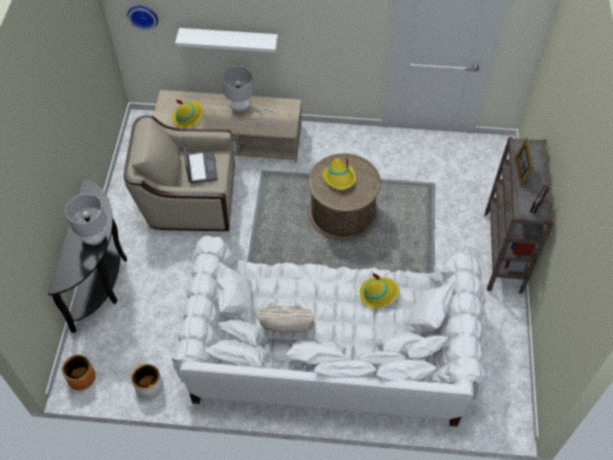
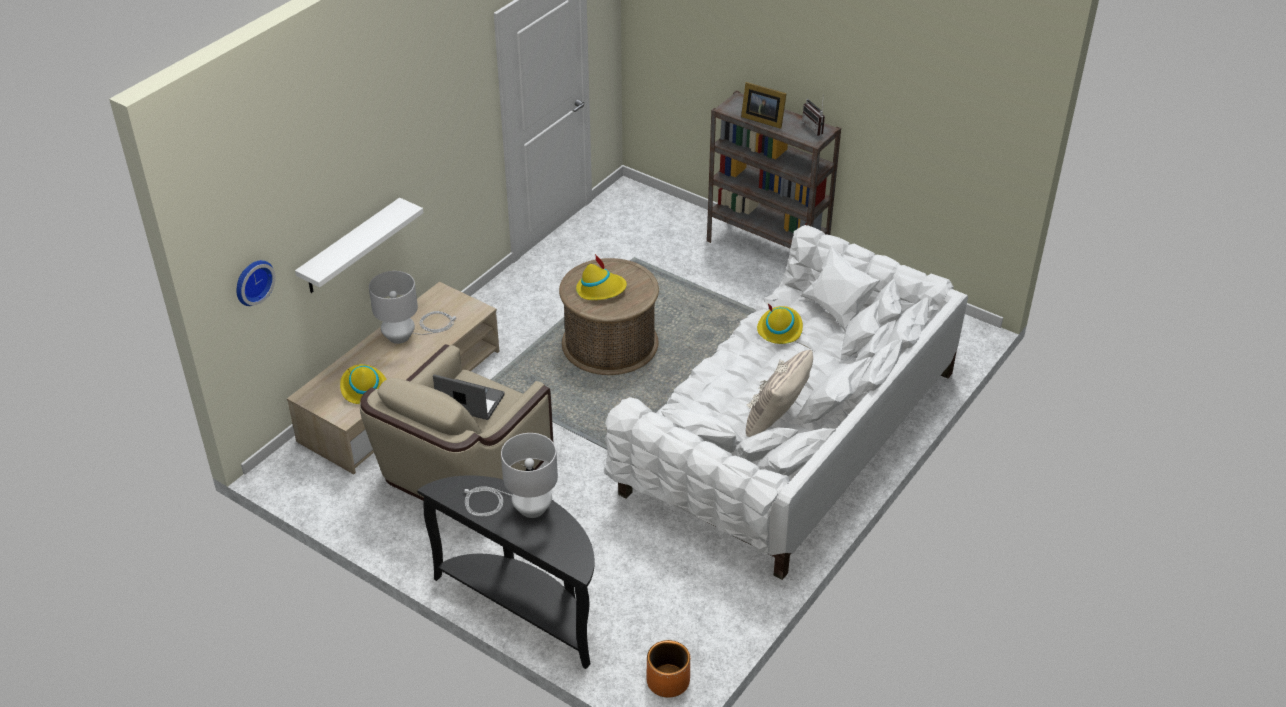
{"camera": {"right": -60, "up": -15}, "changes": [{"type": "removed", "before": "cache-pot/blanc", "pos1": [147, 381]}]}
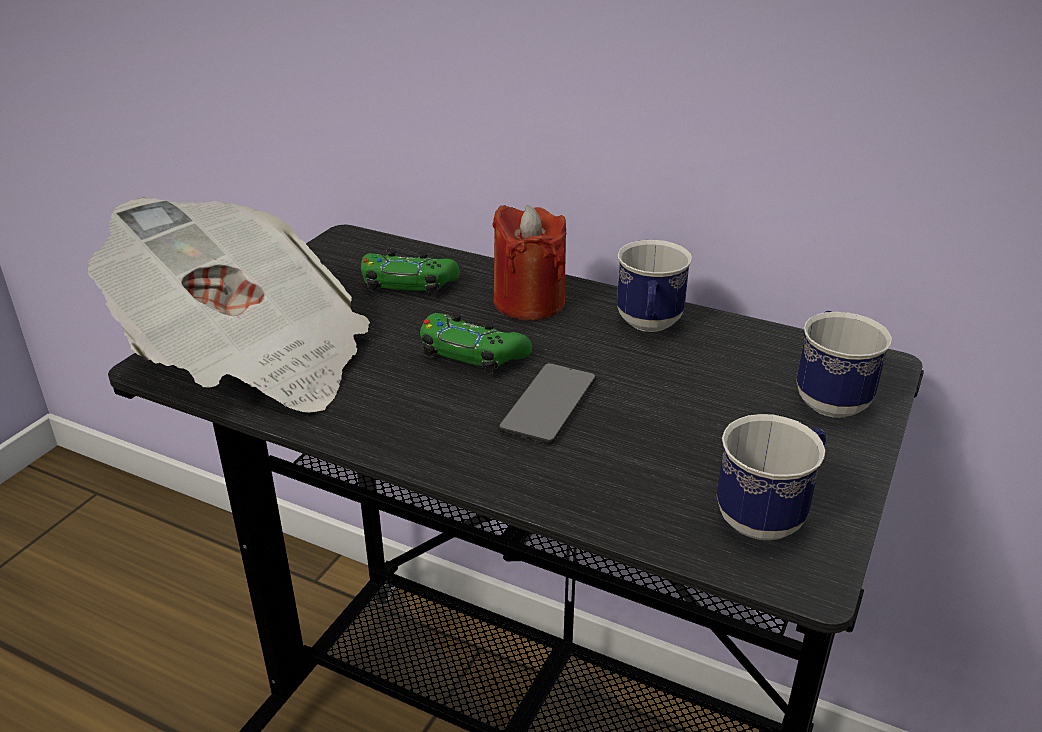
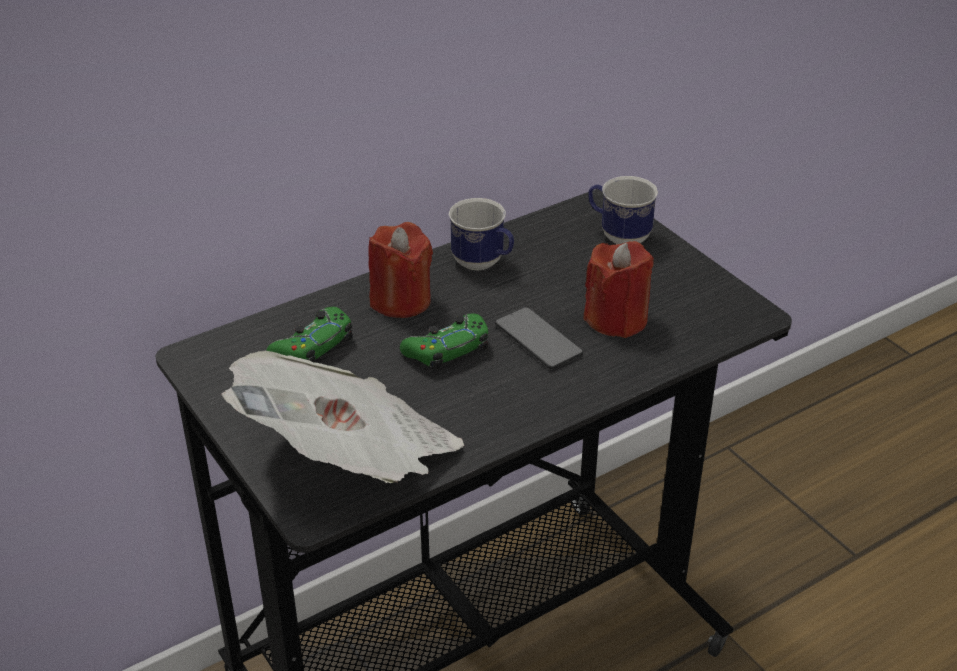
{"camera": {"right": -60, "up": 5}, "changes": [{"type": "added", "after": "bougie/rouge", "pos2": [618, 289]}, {"type": "removed", "before": "mug", "pos1": [771, 477]}]}
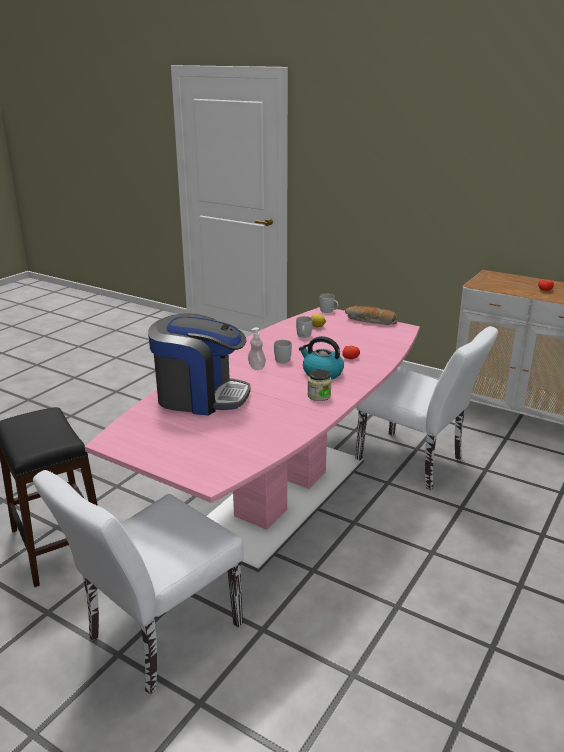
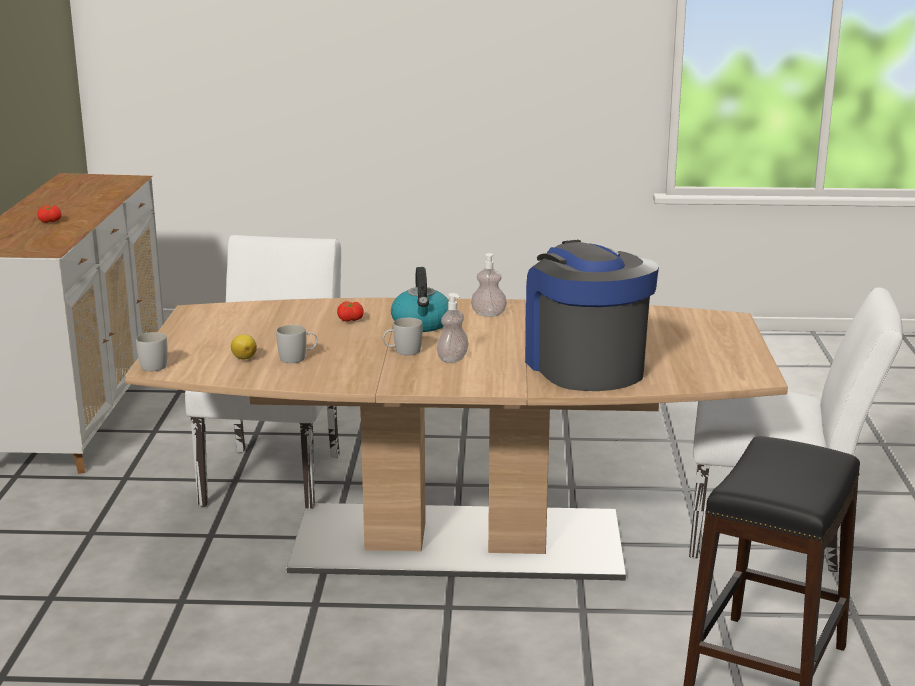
{"camera": {"right": -120, "up": -5}, "changes": [{"type": "recoloured", "before": "table à manger/rose", "after": "table à manger/marron", "pos1": [252, 439], "pos2": [456, 439]}, {"type": "replaced", "before": "bocal", "after": "distributeur de savon", "pos1": [319, 385], "pos2": [489, 285]}, {"type": "removed", "before": "pain", "pos1": [371, 315]}]}
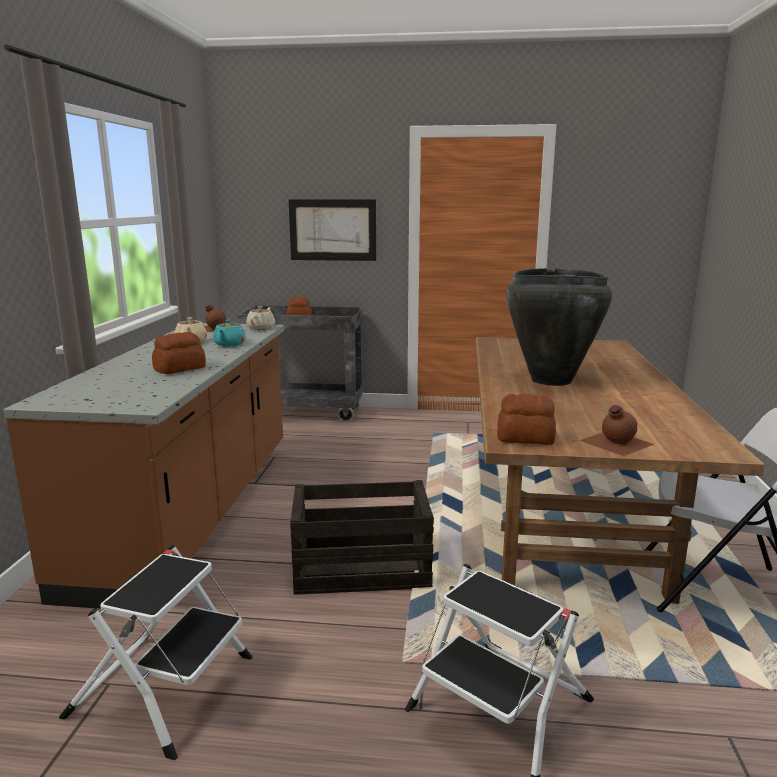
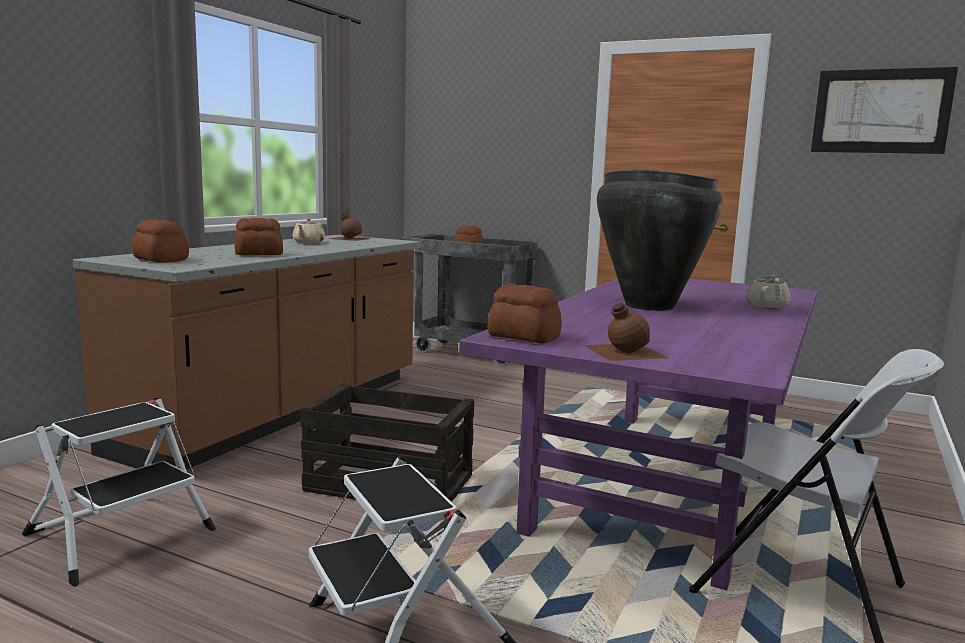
{"camera": {"right": 20, "up": -5}, "changes": [{"type": "added", "after": "pain", "pos2": [160, 241]}, {"type": "recoloured", "before": "table à manger/marron", "after": "table à manger/violet", "pos1": [620, 470], "pos2": [638, 434]}, {"type": "moved", "before": "théière/beige", "pos1": [260, 318], "pos2": [768, 292]}, {"type": "moved", "before": "tableau", "pos1": [332, 230], "pos2": [884, 110]}, {"type": "removed", "before": "théière/turquoise", "pos1": [229, 333]}]}
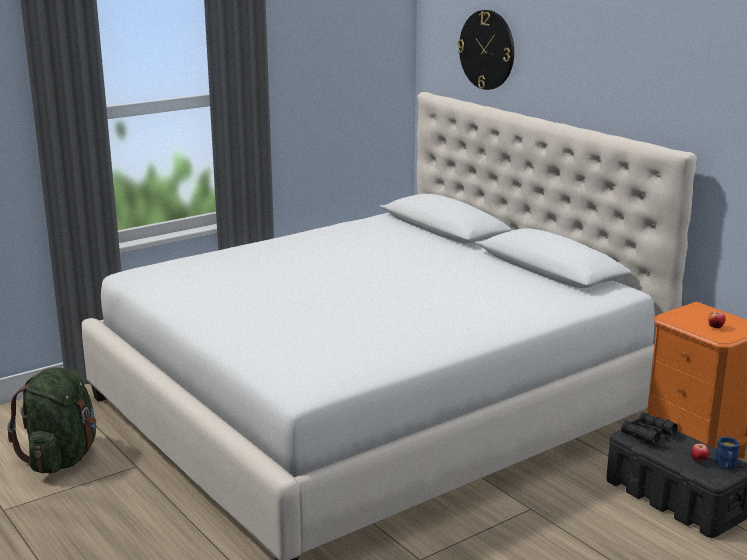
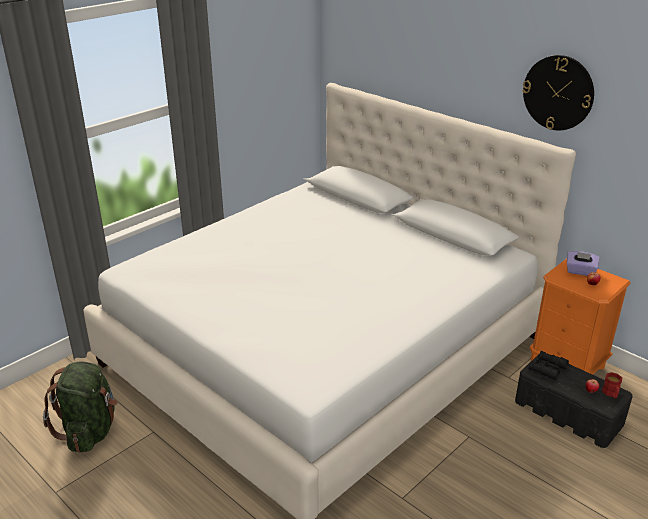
{"camera": {"right": -10, "up": 10}, "changes": [{"type": "moved", "before": "horloge murale", "pos1": [485, 50], "pos2": [558, 92]}, {"type": "added", "after": "boîte à mouchoirs/violet", "pos2": [583, 263]}, {"type": "recoloured", "before": "mug/bleu", "after": "mug/rouge", "pos1": [727, 453], "pos2": [612, 385]}]}
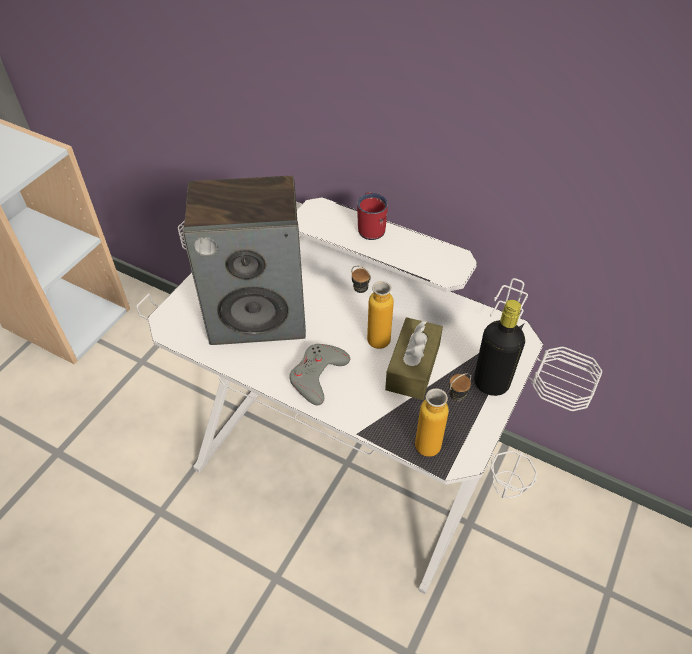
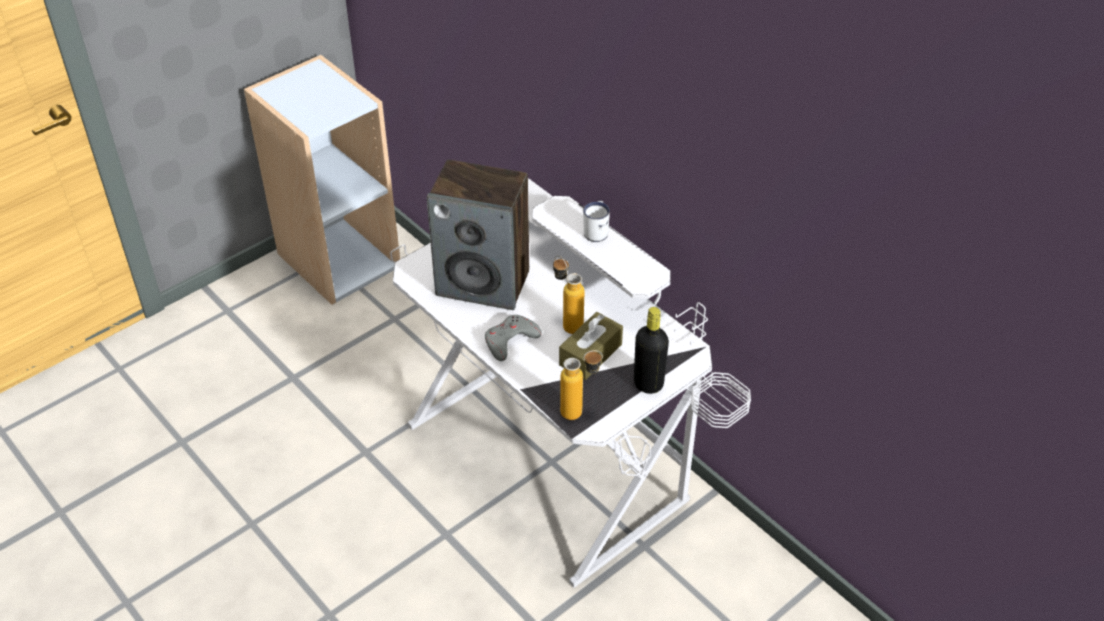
{"camera": {"right": 20, "up": -5}, "changes": [{"type": "recoloured", "before": "mug/rouge", "after": "mug/blanc", "pos1": [372, 216], "pos2": [596, 221]}]}
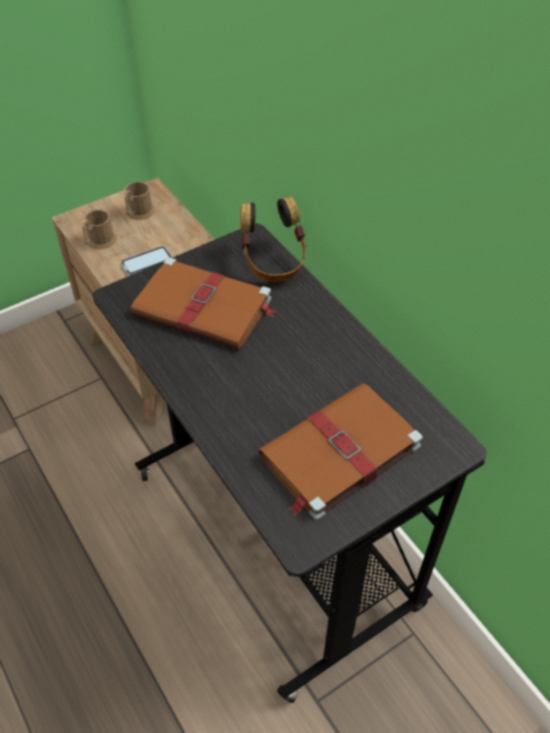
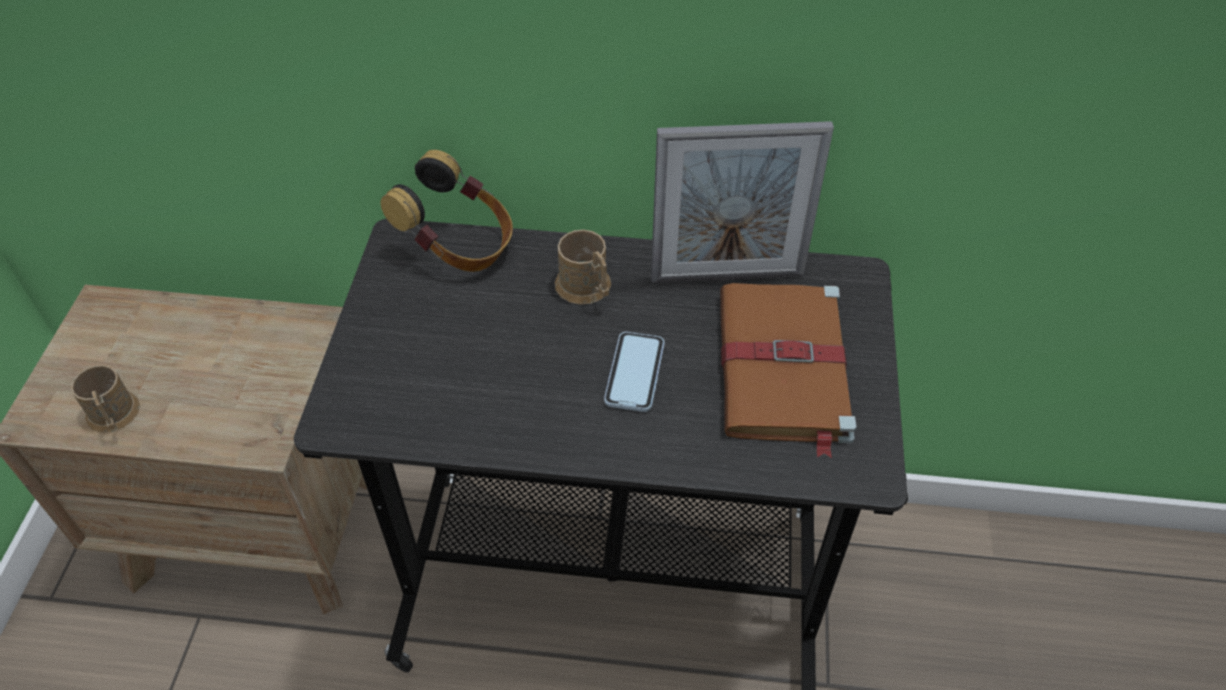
{"camera": {"right": -50, "up": 0}, "changes": [{"type": "moved", "before": "mug/marron", "pos1": [140, 201], "pos2": [583, 267]}, {"type": "moved", "before": "téléphone", "pos1": [146, 261], "pos2": [634, 372]}, {"type": "added", "after": "cadre photo", "pos2": [742, 202]}, {"type": "removed", "before": "livre/marron", "pos1": [203, 303]}]}
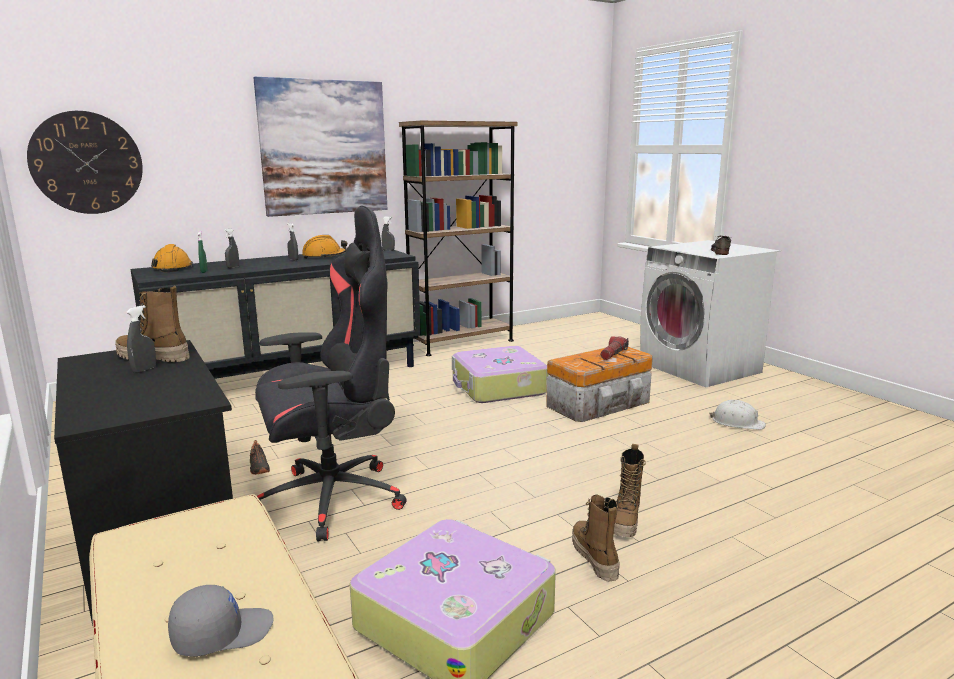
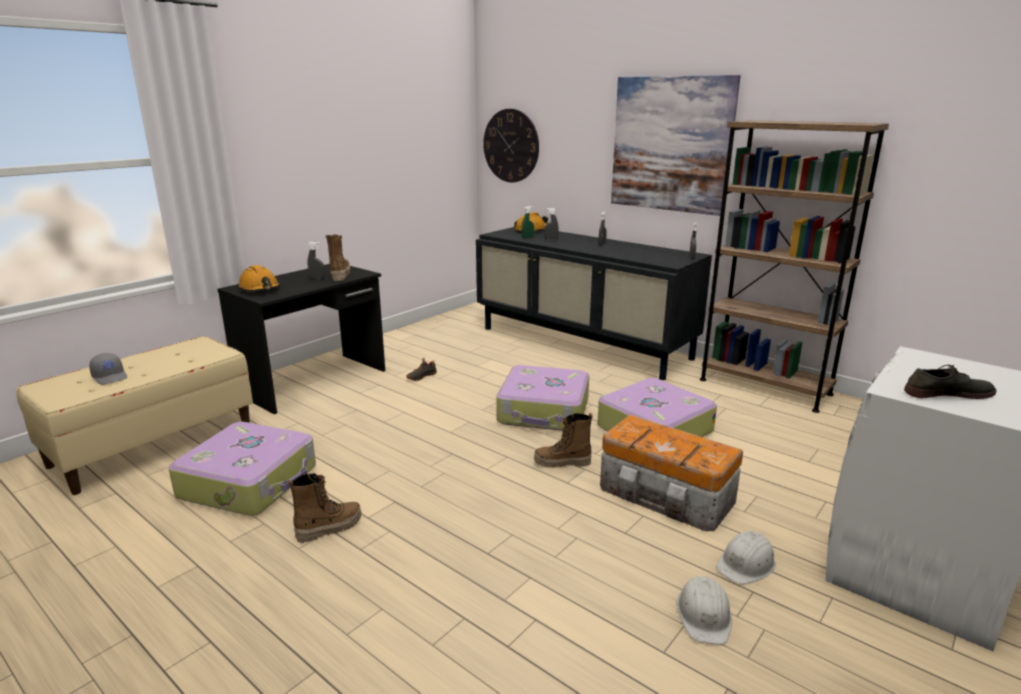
{"camera": {"right": 70, "up": 5}, "changes": [{"type": "moved", "before": "casque de chantier/orange", "pos1": [324, 247], "pos2": [259, 278]}, {"type": "added", "after": "valise", "pos2": [542, 398]}, {"type": "moved", "before": "botte", "pos1": [629, 490], "pos2": [563, 440]}, {"type": "added", "after": "casque de chantier/blanc", "pos2": [746, 557]}, {"type": "removed", "before": "chaise de bureau/noir", "pos1": [331, 373]}, {"type": "removed", "before": "lampe de poche", "pos1": [614, 348]}]}
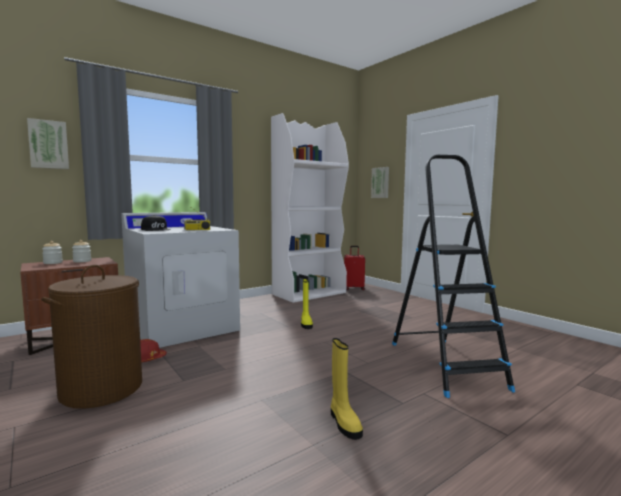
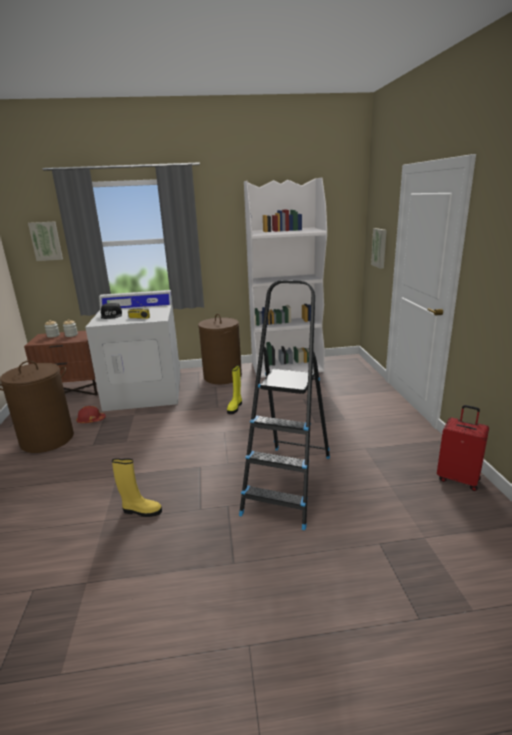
{"camera": {"right": 30, "up": 15}, "changes": [{"type": "turned", "before": "botte/jaune", "pos1": [347, 389], "pos2": [137, 487], "turn": -90}, {"type": "added", "after": "panier à linge/marron", "pos2": [220, 349]}, {"type": "moved", "before": "valise/rouge", "pos1": [354, 268], "pos2": [463, 448]}]}
